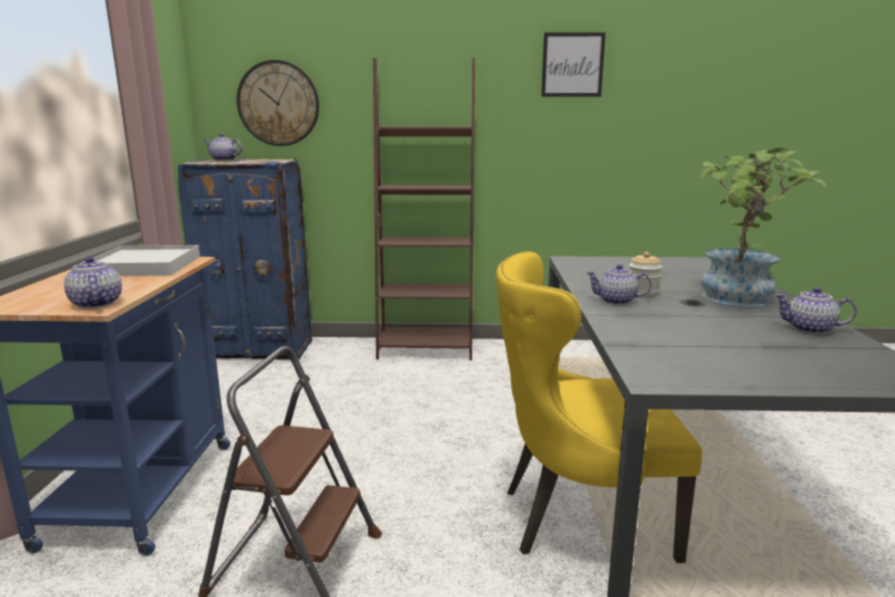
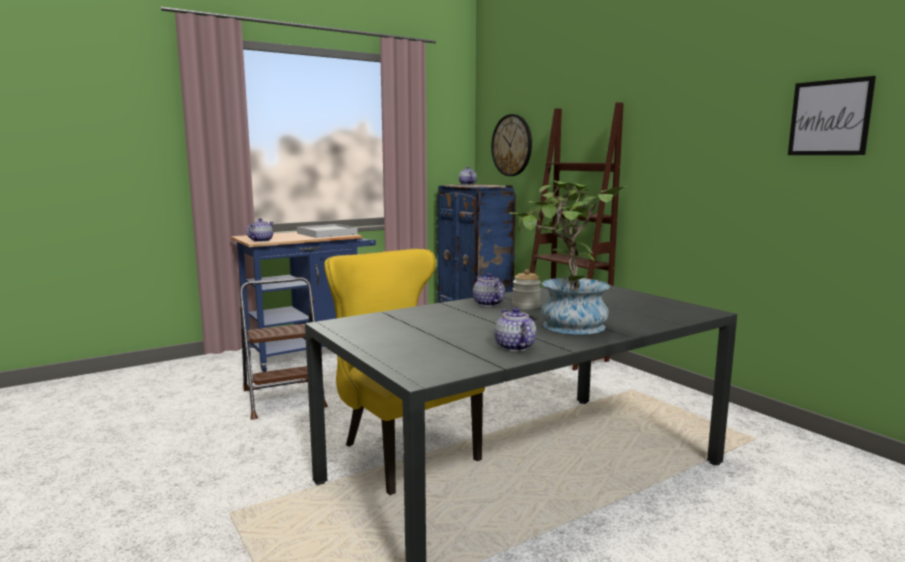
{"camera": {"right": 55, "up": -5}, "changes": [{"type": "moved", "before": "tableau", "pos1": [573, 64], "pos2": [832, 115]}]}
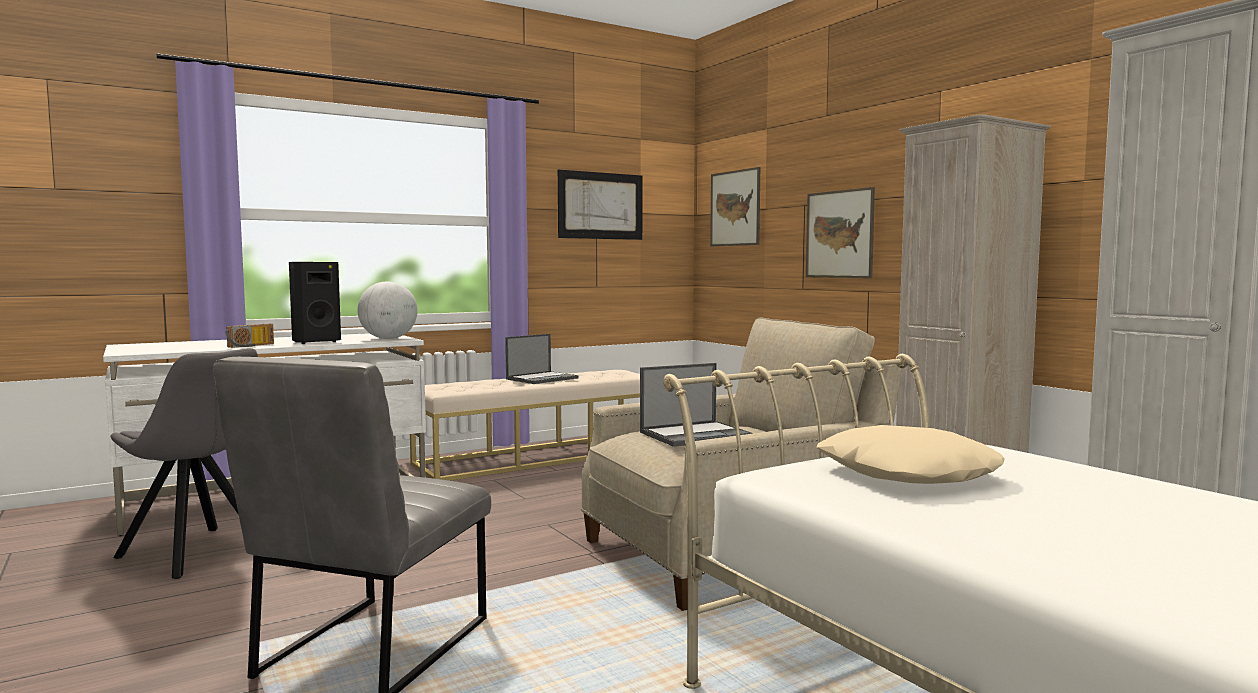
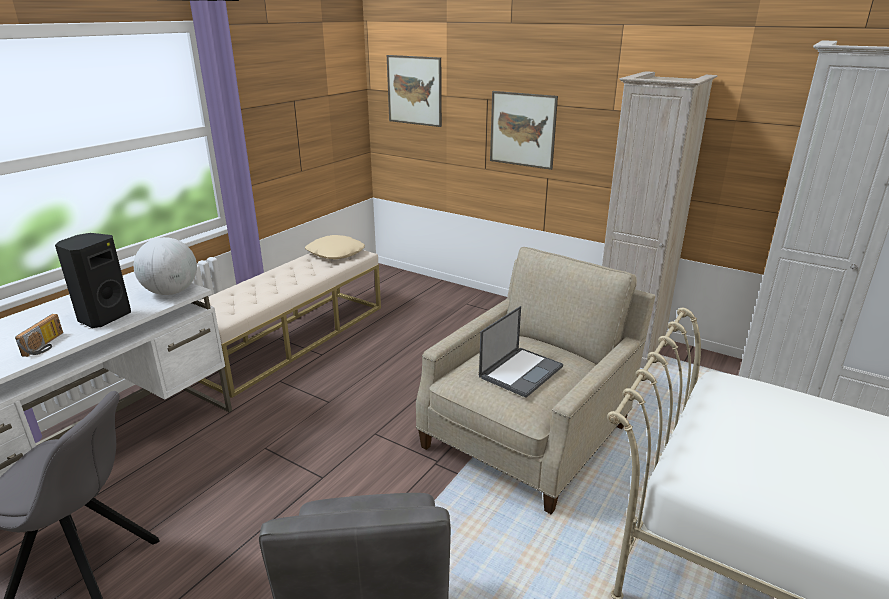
{"camera": {"right": -25, "up": 20}, "changes": [{"type": "moved", "before": "coussin/beige", "pos1": [911, 454], "pos2": [335, 247]}, {"type": "removed", "before": "ordinateur portable", "pos1": [541, 359]}, {"type": "removed", "before": "tableau", "pos1": [600, 205]}]}
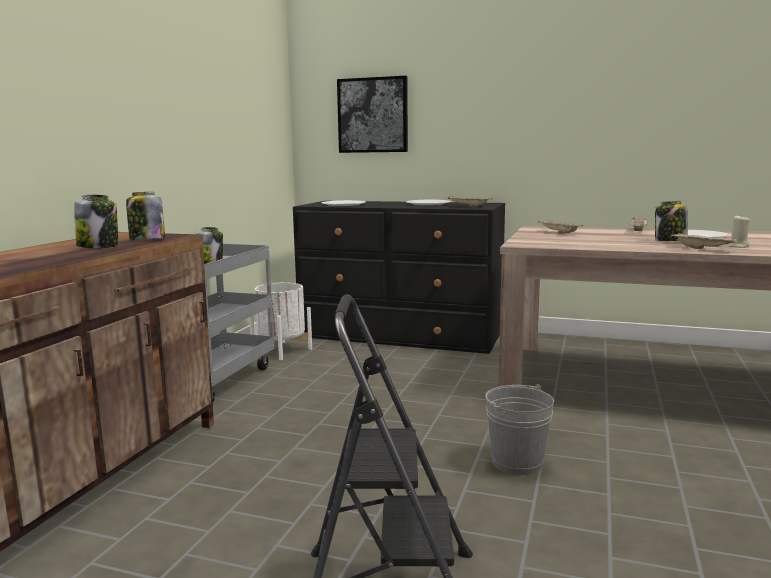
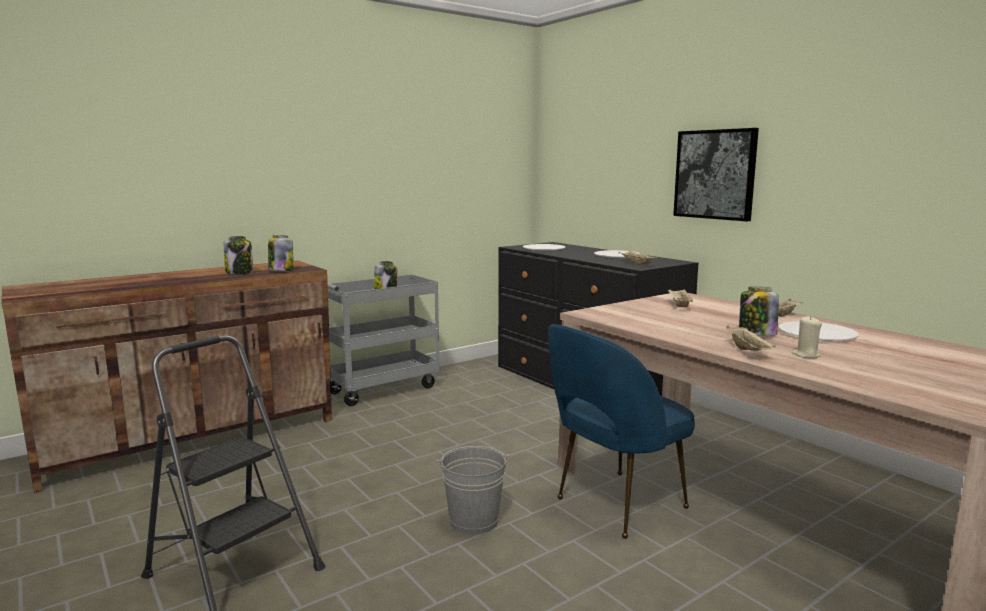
{"camera": {"right": 35, "up": 0}, "changes": [{"type": "added", "after": "chaise/bleu", "pos2": [621, 431]}, {"type": "moved", "before": "tableau", "pos1": [372, 114], "pos2": [716, 174]}, {"type": "removed", "before": "cache-pot/blanc", "pos1": [281, 321]}]}
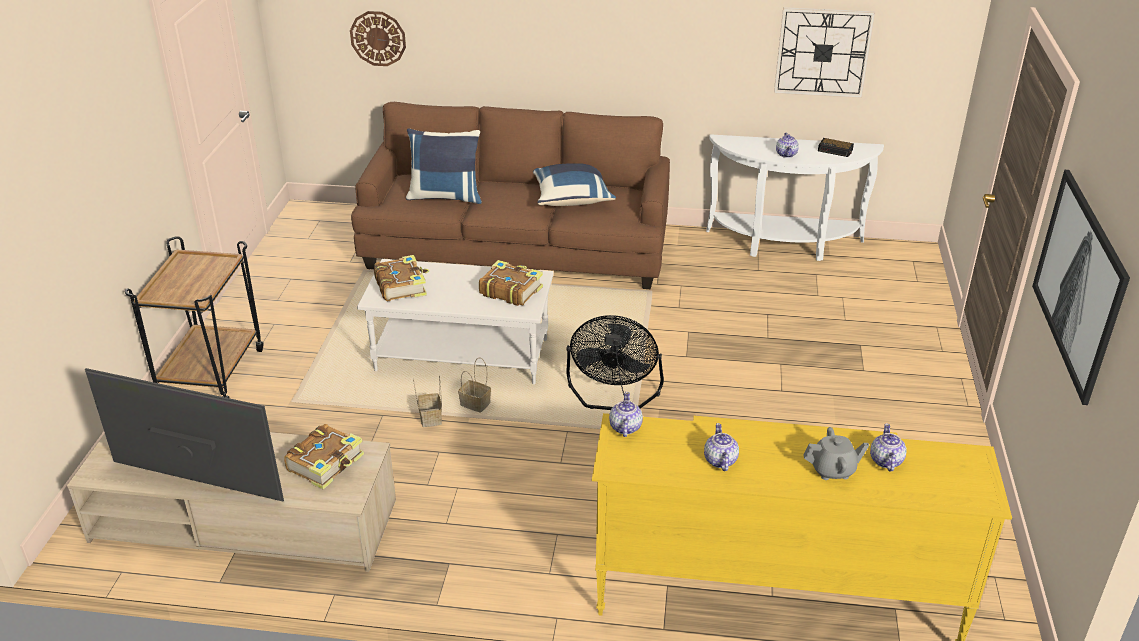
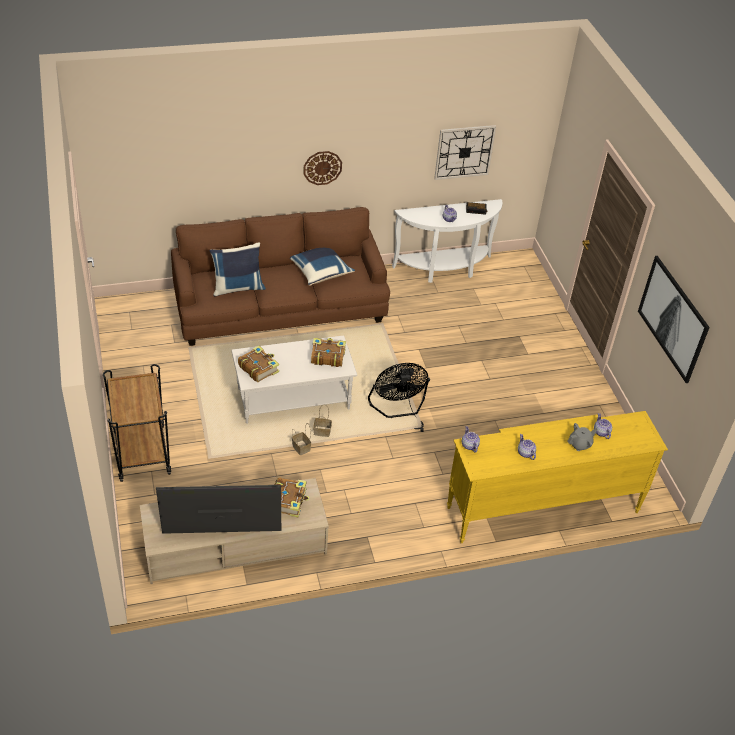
{"camera": {"right": -25, "up": 10}, "changes": [{"type": "moved", "before": "horloge murale", "pos1": [378, 38], "pos2": [323, 168]}]}
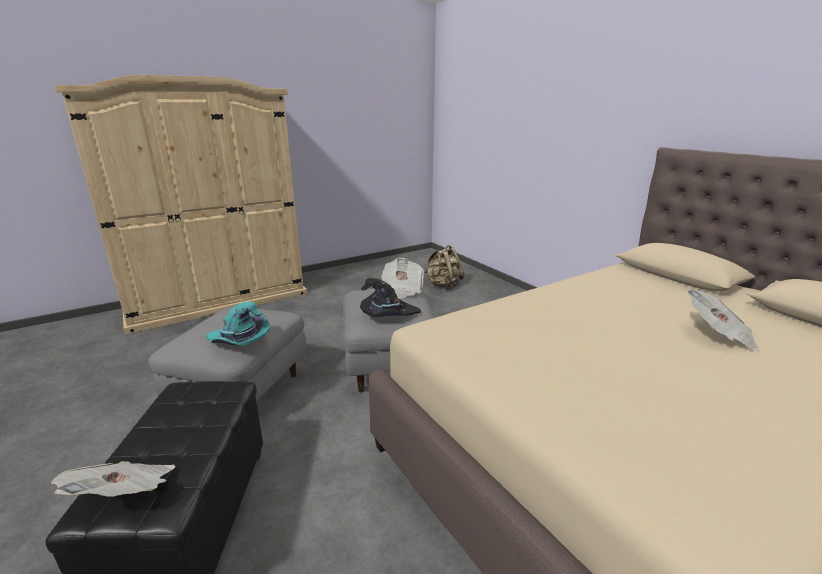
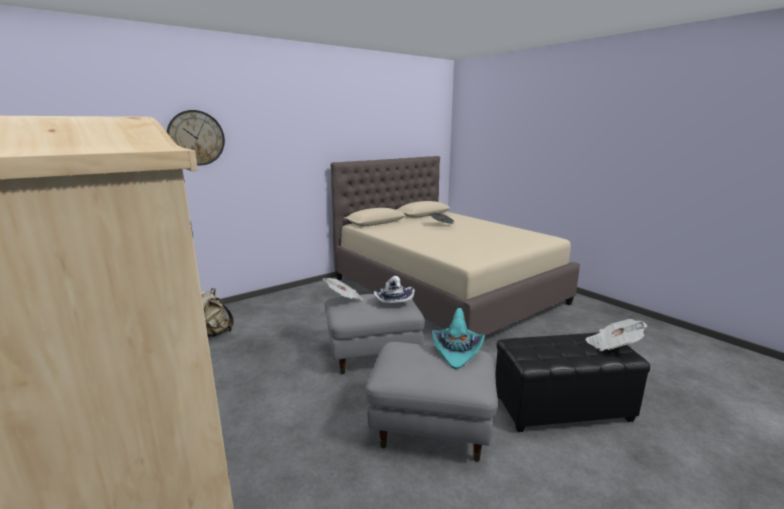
{"camera": {"right": -95, "up": -5}, "changes": [{"type": "added", "after": "horloge murale", "pos2": [196, 138]}, {"type": "recoloured", "before": "chapeau/noir", "after": "chapeau/blanc", "pos1": [390, 297], "pos2": [394, 289]}]}
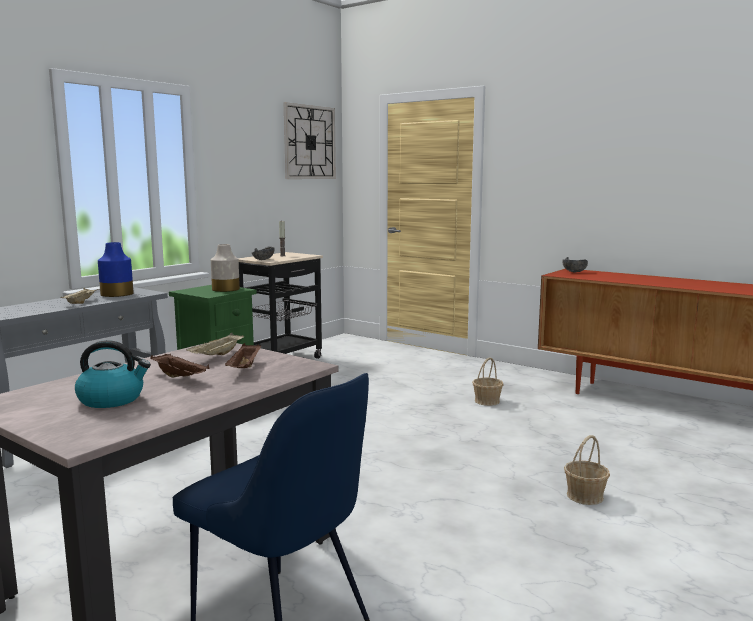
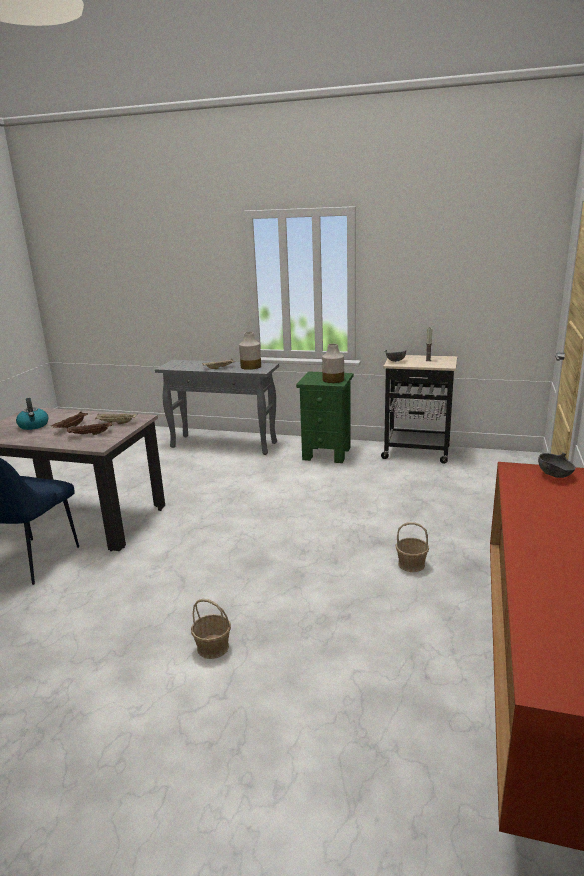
{"camera": {"right": 70, "up": 10}, "changes": [{"type": "recoloured", "before": "vase/bleu", "after": "vase/beige", "pos1": [116, 269], "pos2": [250, 351]}, {"type": "removed", "before": "horloge murale", "pos1": [310, 140]}]}
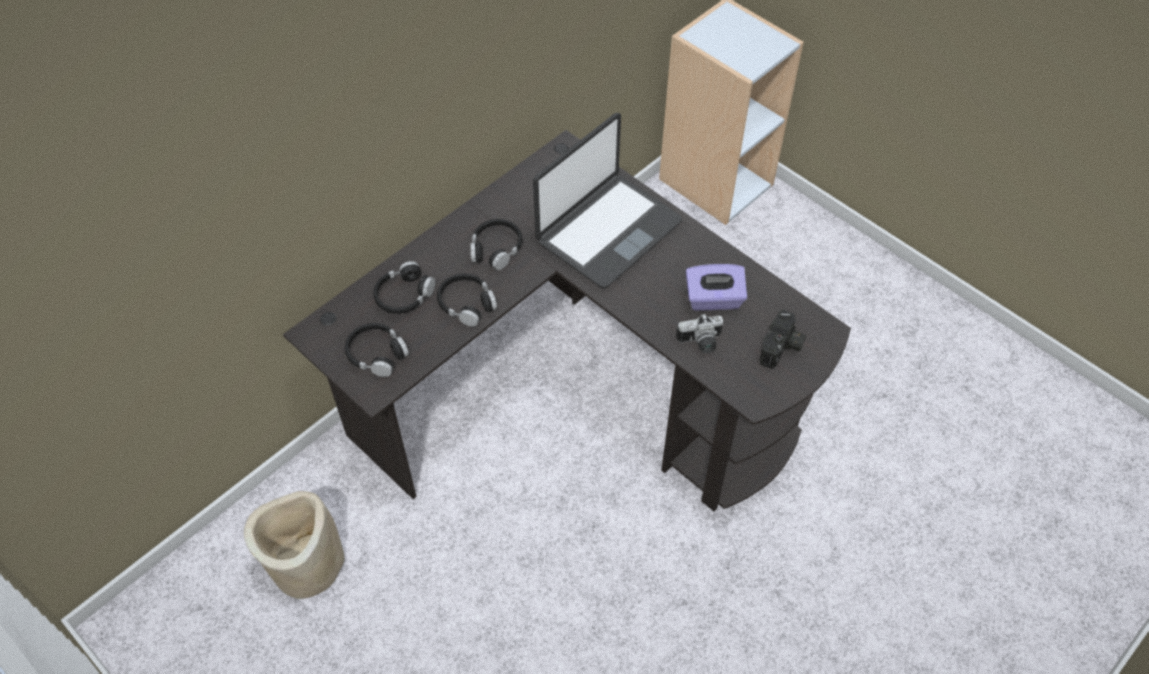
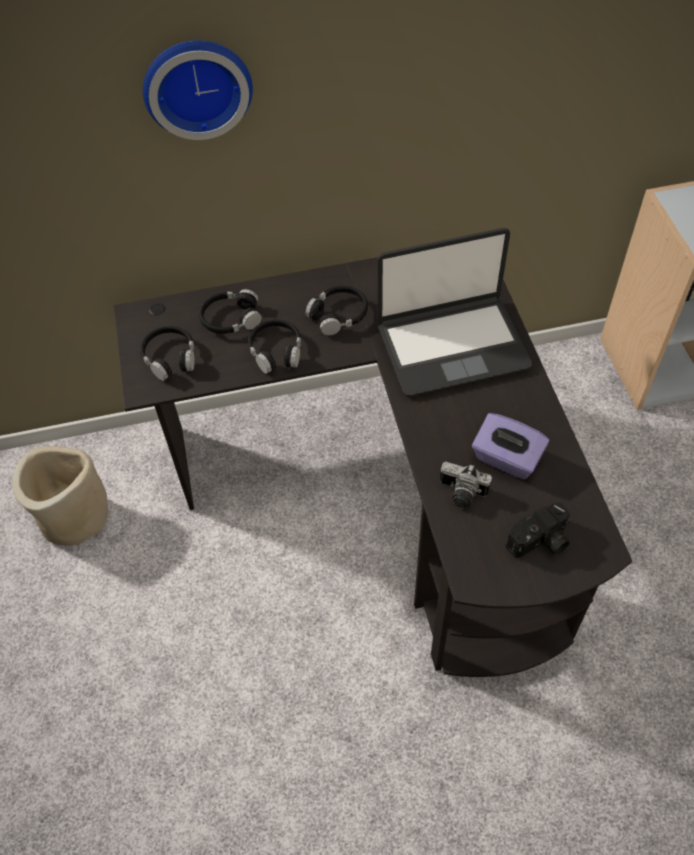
{"camera": {"right": 35, "up": 0}, "changes": [{"type": "added", "after": "horloge murale", "pos2": [198, 90]}]}
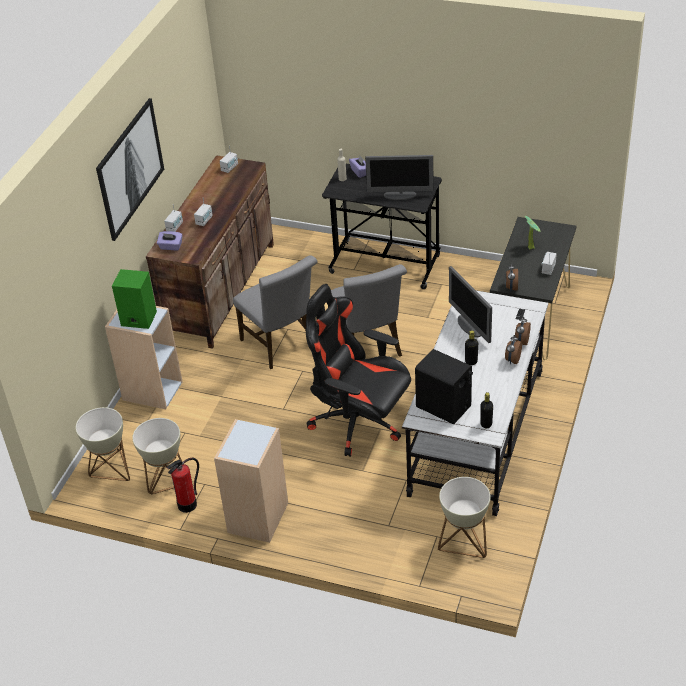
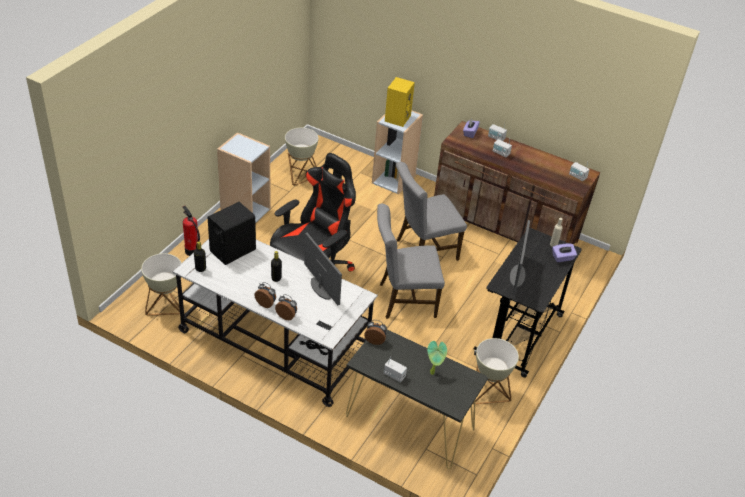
{"camera": {"right": 95, "up": 0}, "changes": [{"type": "moved", "before": "extincteur", "pos1": [182, 485], "pos2": [191, 231]}, {"type": "turned", "before": "écran d'ordinateur", "pos1": [470, 304], "pos2": [323, 269], "turn": 75}, {"type": "recoloured", "before": "enceinte/vert", "after": "enceinte/jaune", "pos1": [134, 299], "pos2": [400, 102]}, {"type": "moved", "before": "cache-pot", "pos1": [102, 444], "pos2": [496, 371]}, {"type": "removed", "before": "tableau", "pos1": [130, 169]}]}
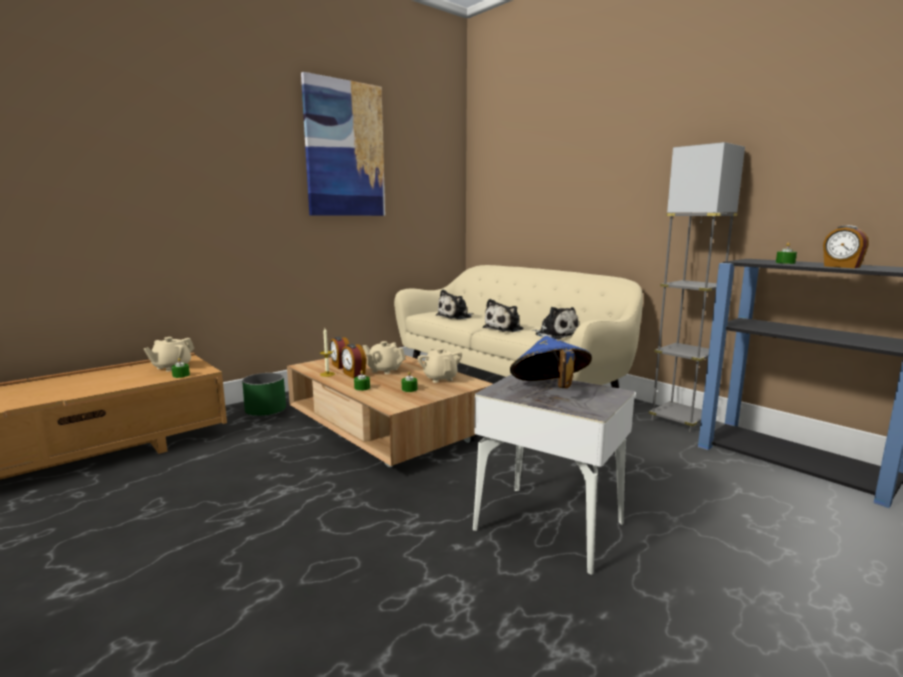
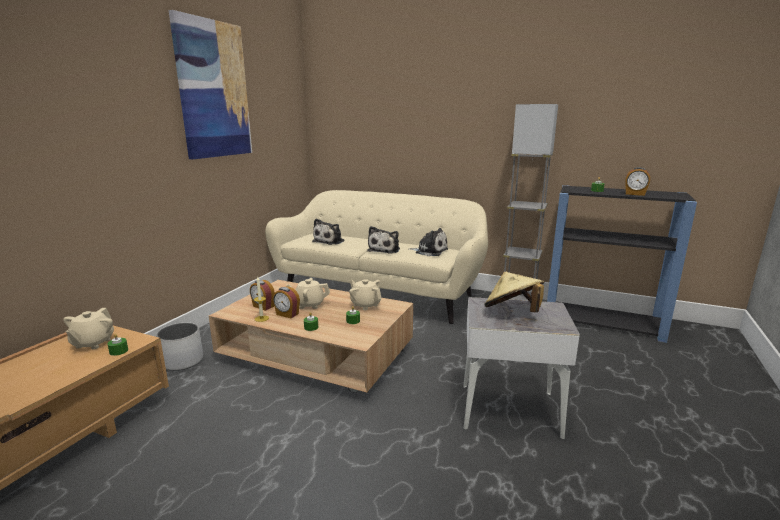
{"camera": {"right": -25, "up": 5}, "changes": [{"type": "recoloured", "before": "cache-pot/vert", "after": "cache-pot/blanc", "pos1": [264, 395], "pos2": [179, 347]}, {"type": "recoloured", "before": "chapeau/bleu", "after": "chapeau/beige", "pos1": [551, 362], "pos2": [514, 292]}]}
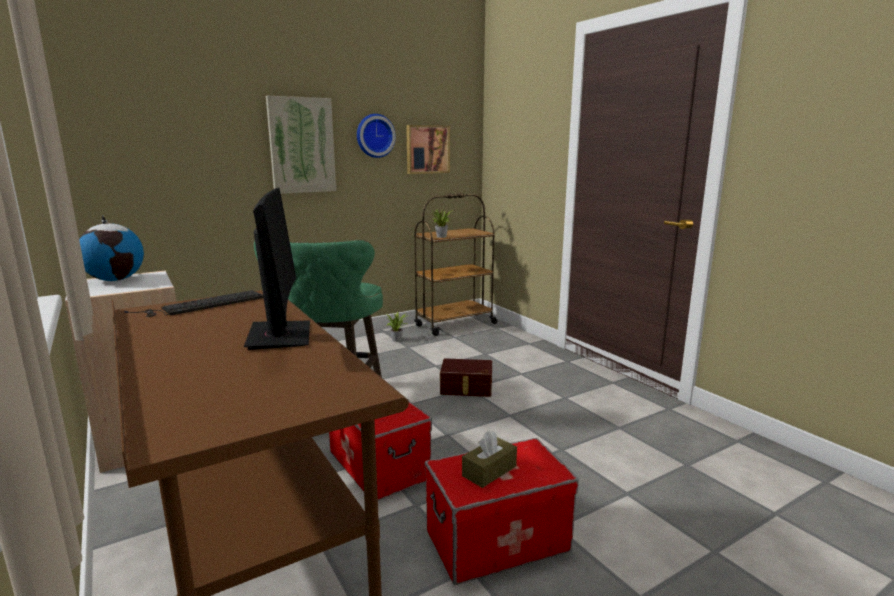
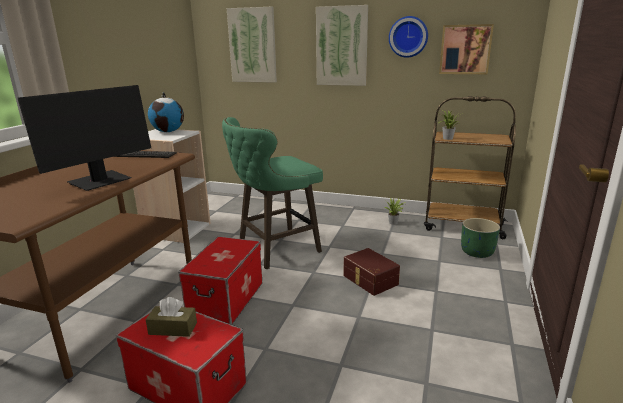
{"camera": {"right": 50, "up": 5}, "changes": [{"type": "added", "after": "tableau", "pos2": [252, 45]}, {"type": "added", "after": "cache-pot/vert", "pos2": [480, 238]}]}
